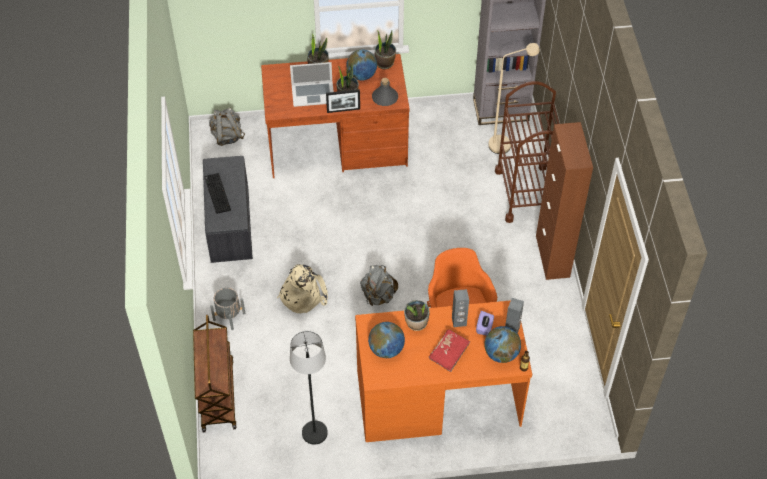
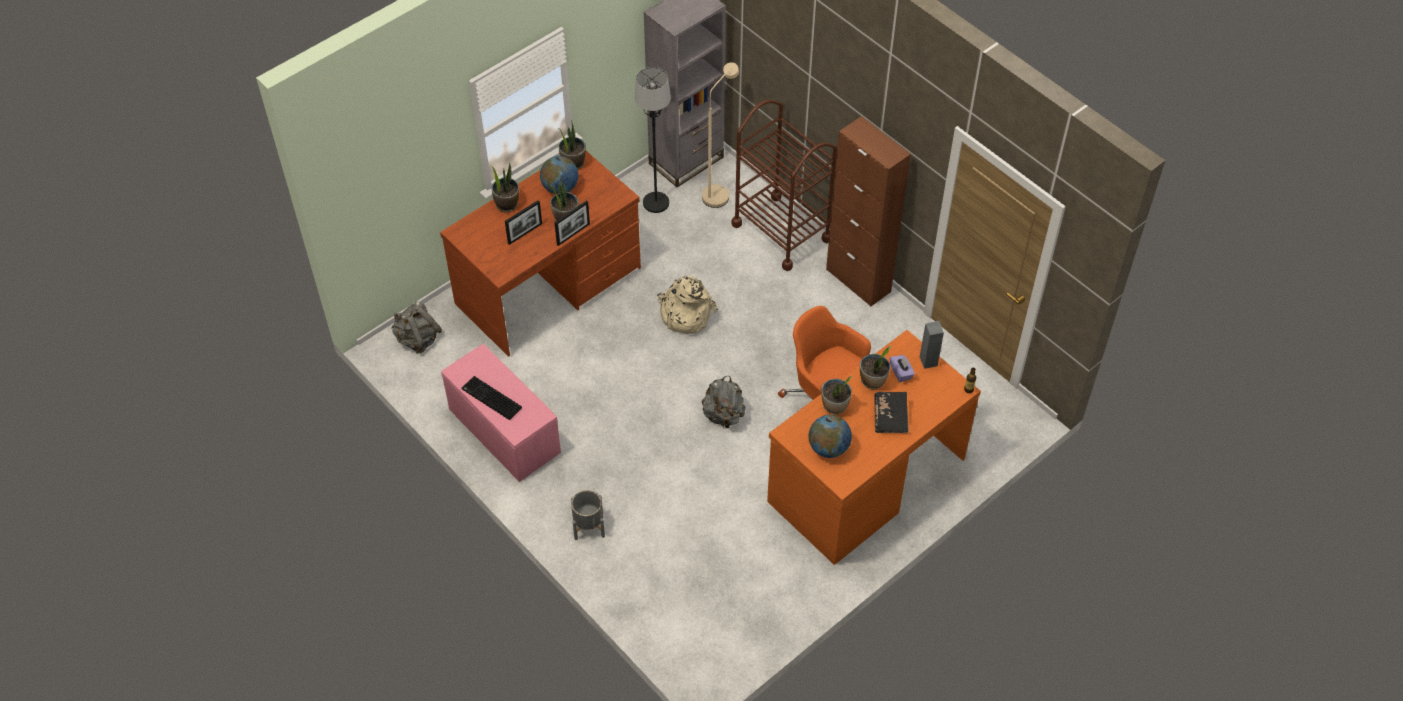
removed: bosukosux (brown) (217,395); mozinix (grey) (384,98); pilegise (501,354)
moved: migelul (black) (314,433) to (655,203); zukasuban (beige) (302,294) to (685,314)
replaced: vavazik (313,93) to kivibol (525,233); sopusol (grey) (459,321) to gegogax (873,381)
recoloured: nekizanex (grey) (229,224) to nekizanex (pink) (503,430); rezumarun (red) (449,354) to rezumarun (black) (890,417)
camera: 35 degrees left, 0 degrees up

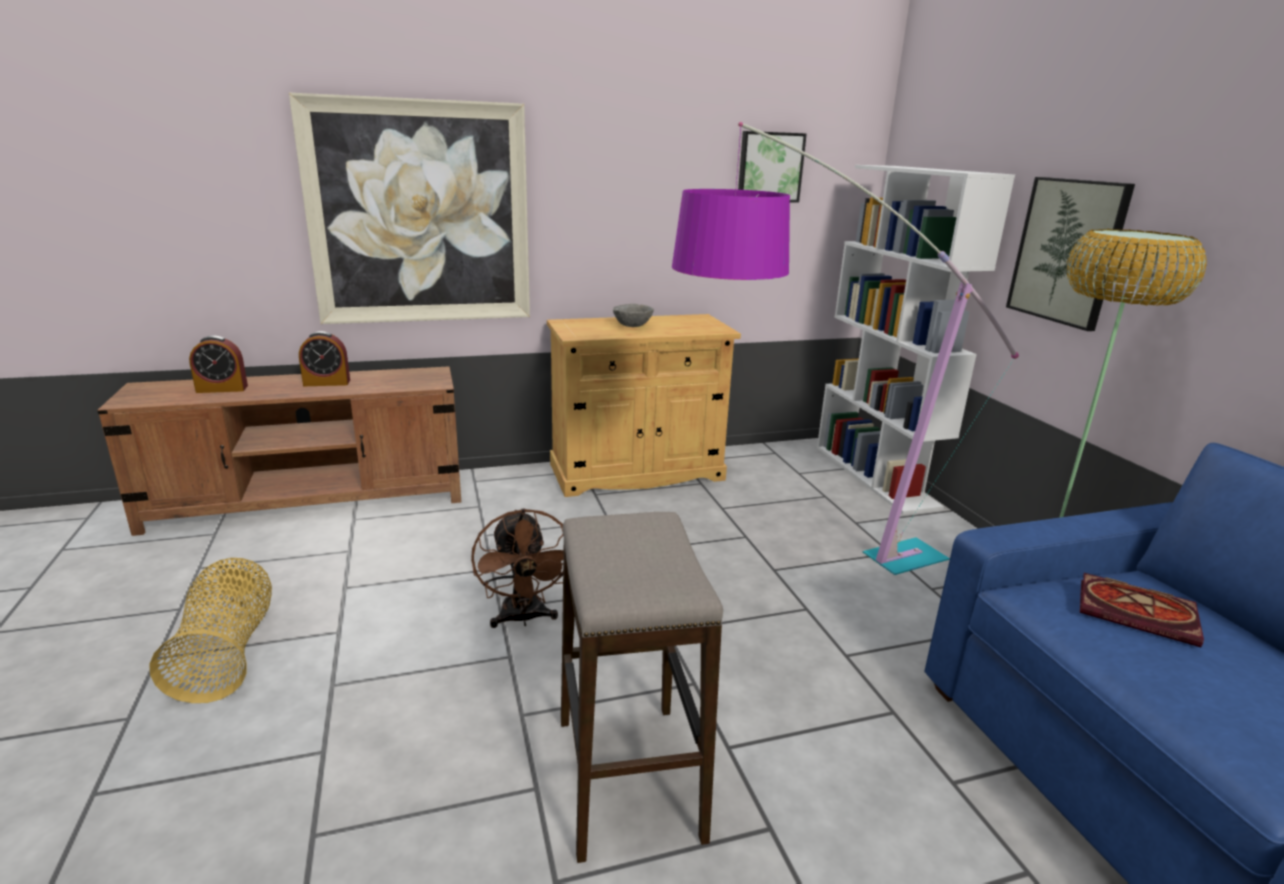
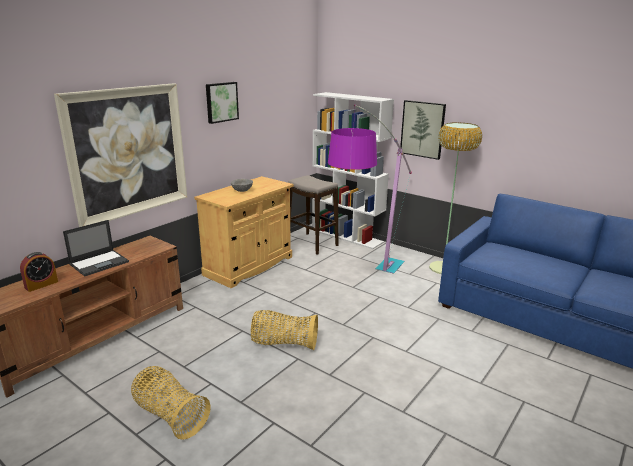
removed: rezumarun (1139,613)
moved: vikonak (769,167) to (221,102); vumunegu (628,777) to (312,244)
replaced: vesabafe (327,383) to vavazik (100,263); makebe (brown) (523,618) to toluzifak (283,343)
camera: 35 degrees left, 0 degrees up

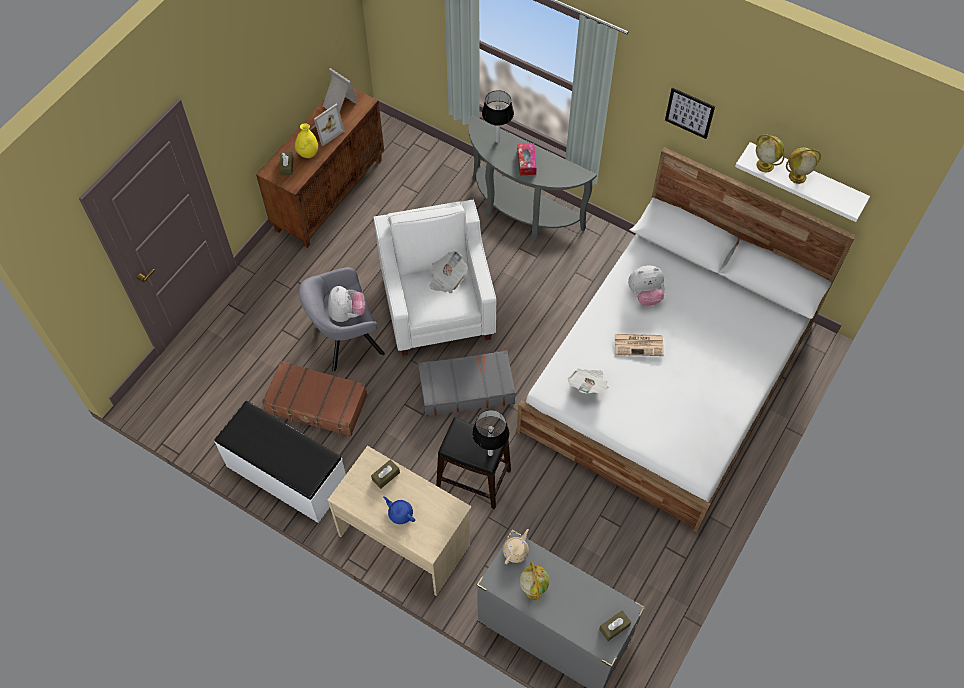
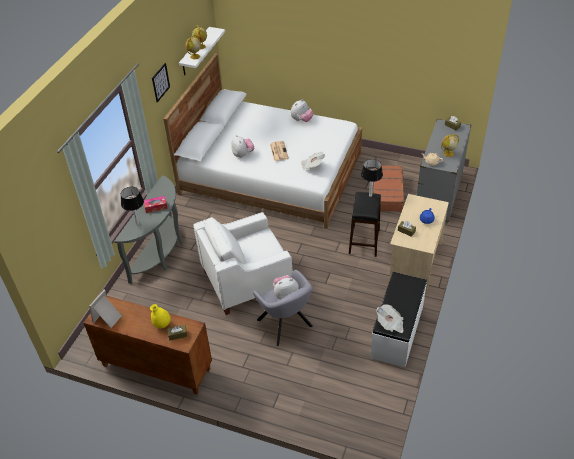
removed: kivibol (325,131); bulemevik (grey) (466,388)
added: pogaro (301,120)
moved: bulemevik (brown) (317,404) to (388,193); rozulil (447,278) to (390,324)
camera: 100 degrees left, 15 degrees down

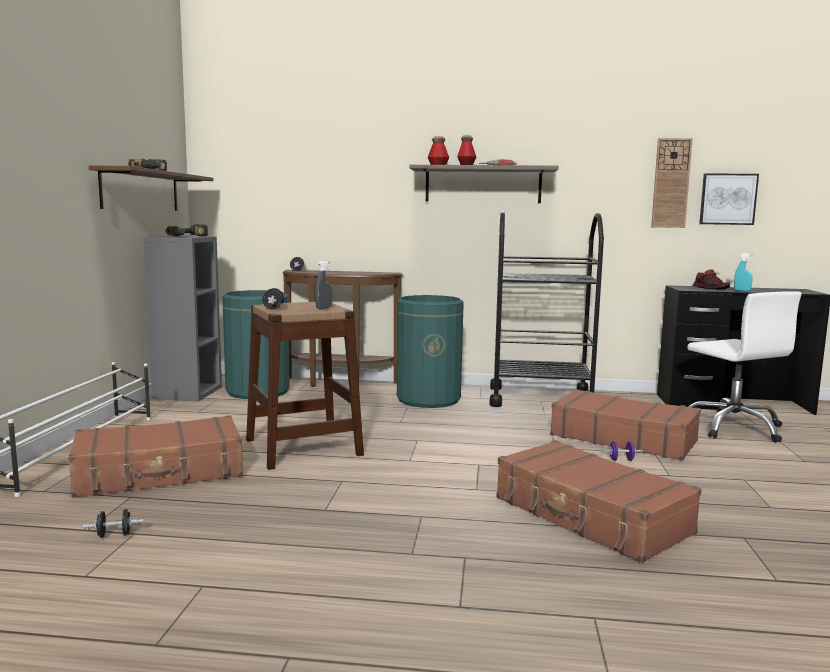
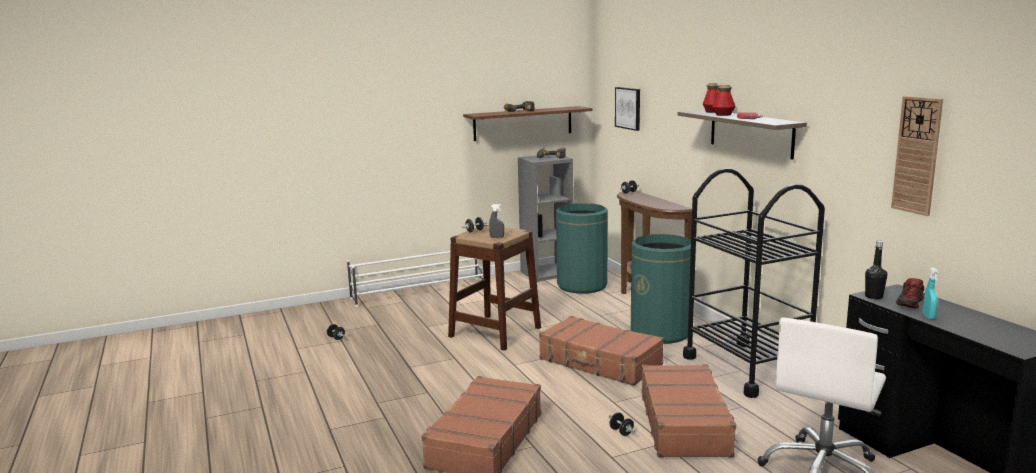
added: mozinix (black) (874,297)
moved: bulemevik (brown) (160,473) to (600,362); vikonak (728,199) to (628,108)
recoloured: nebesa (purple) (621,460) to nebesa (black) (621,432)
camera: 60 degrees right, 5 degrees up

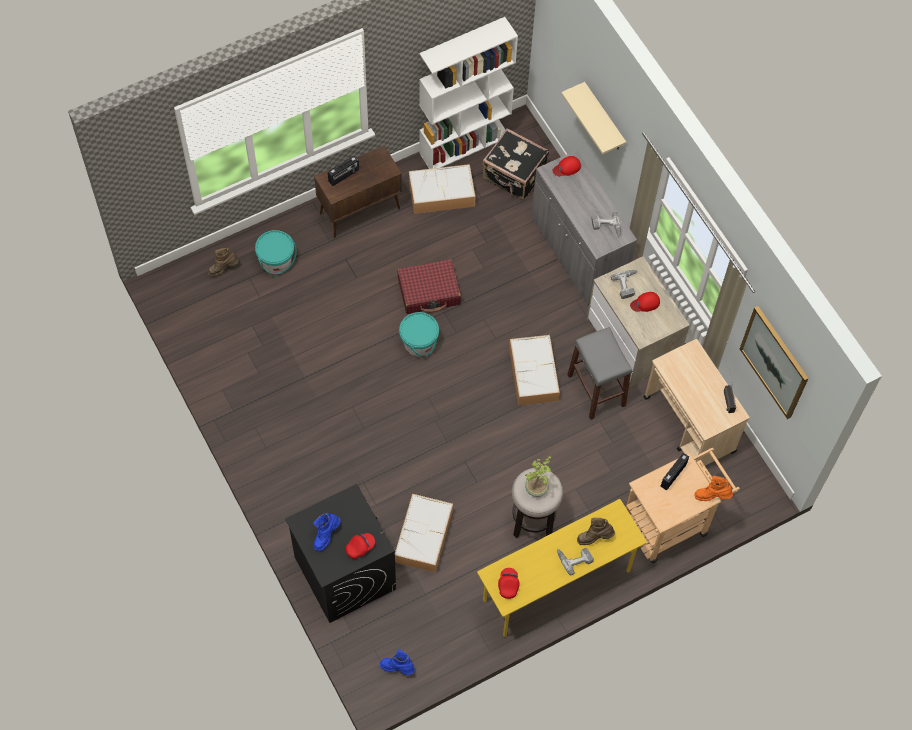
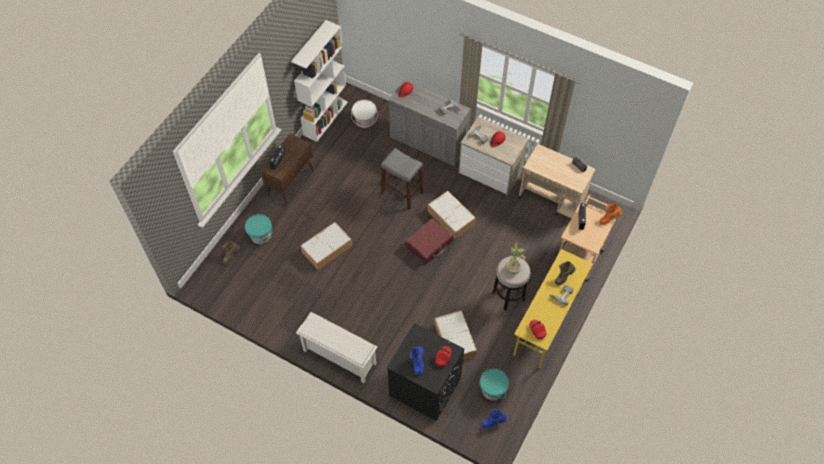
removed: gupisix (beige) (604,118); vikonak (774,362)
added: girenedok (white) (338,357)
moved: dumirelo (440,194) to (326,249); vumunegu (grey) (596,390) to (402,193); bulemevik (red) (429,291) to (429,244); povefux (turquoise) (419,343) to (492,390)
replaced: bulemevik (black) (514,175) to povefux (white) (364,120)
camera: 30 degrees left, 5 degrees down

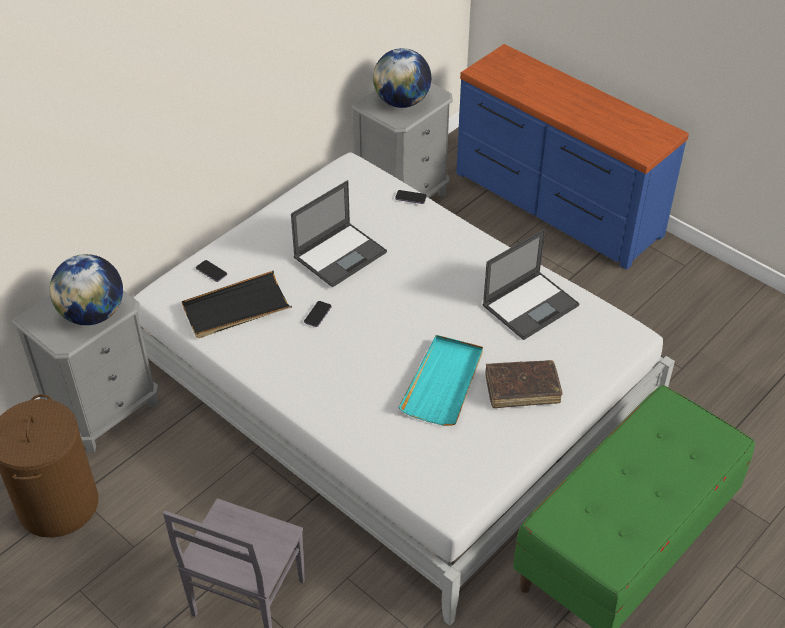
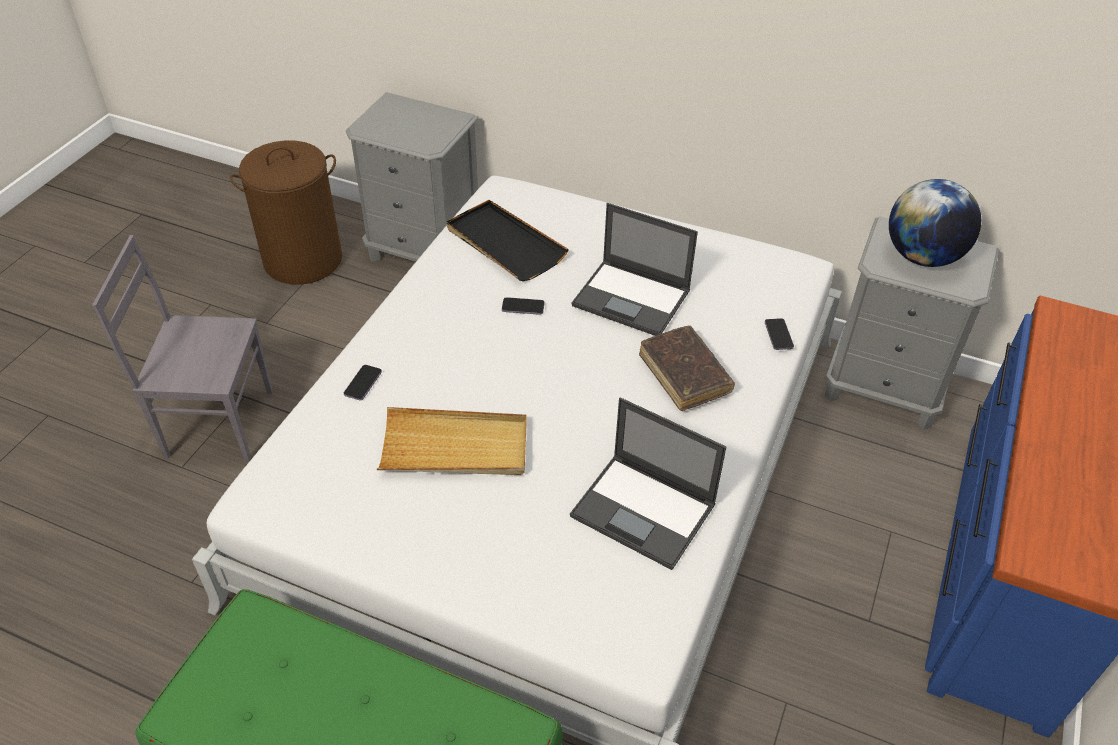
removed: pilegise (93,314)
moved: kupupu (211,272) to (363,383); rezumarun (brown) (522,389) to (684,374)
recoloured: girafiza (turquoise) (443,382) to girafiza (beige) (455,447)
camera: 70 degrees right, 0 degrees up

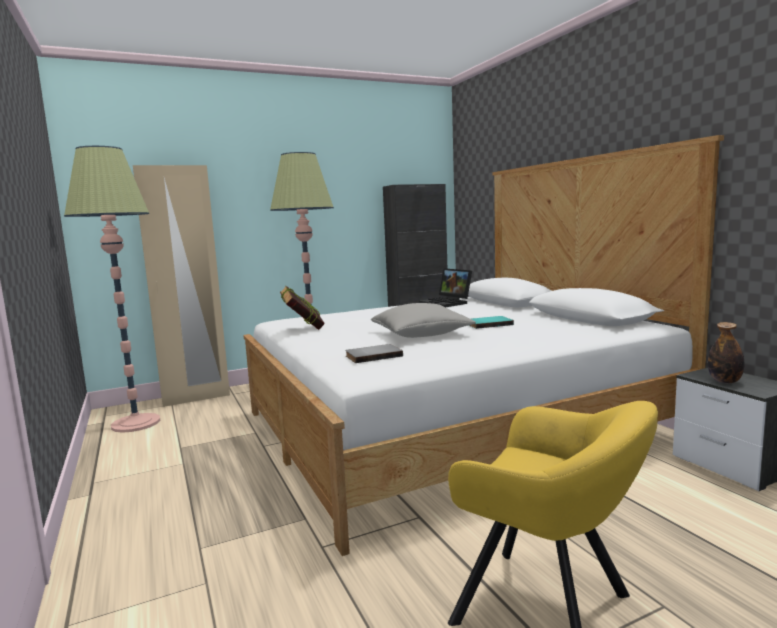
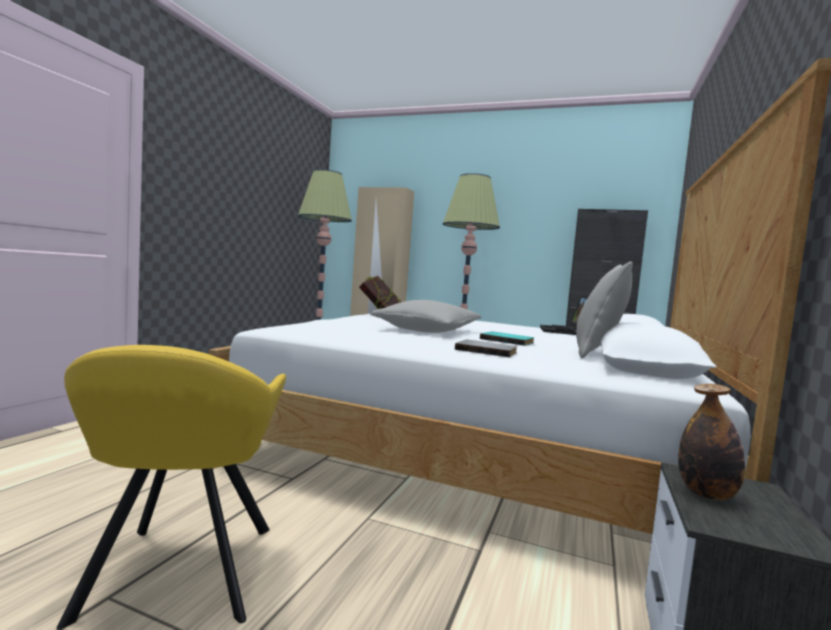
added: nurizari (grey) (597,353)
moved: rezumarun (grey) (373,355) to (486,351)
camera: 45 degrees right, 5 degrees down

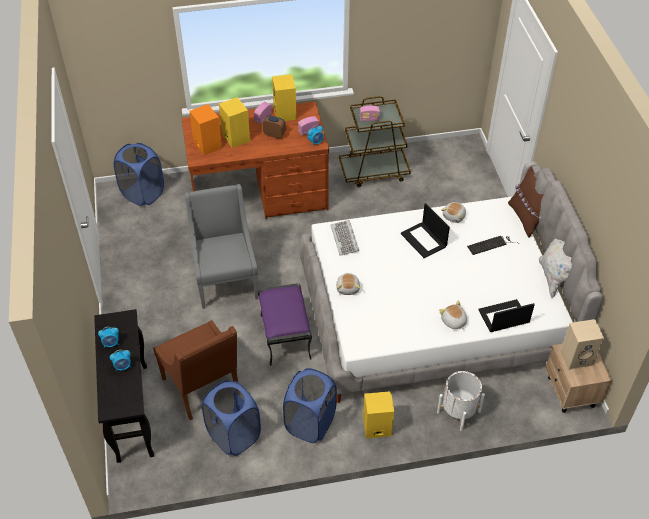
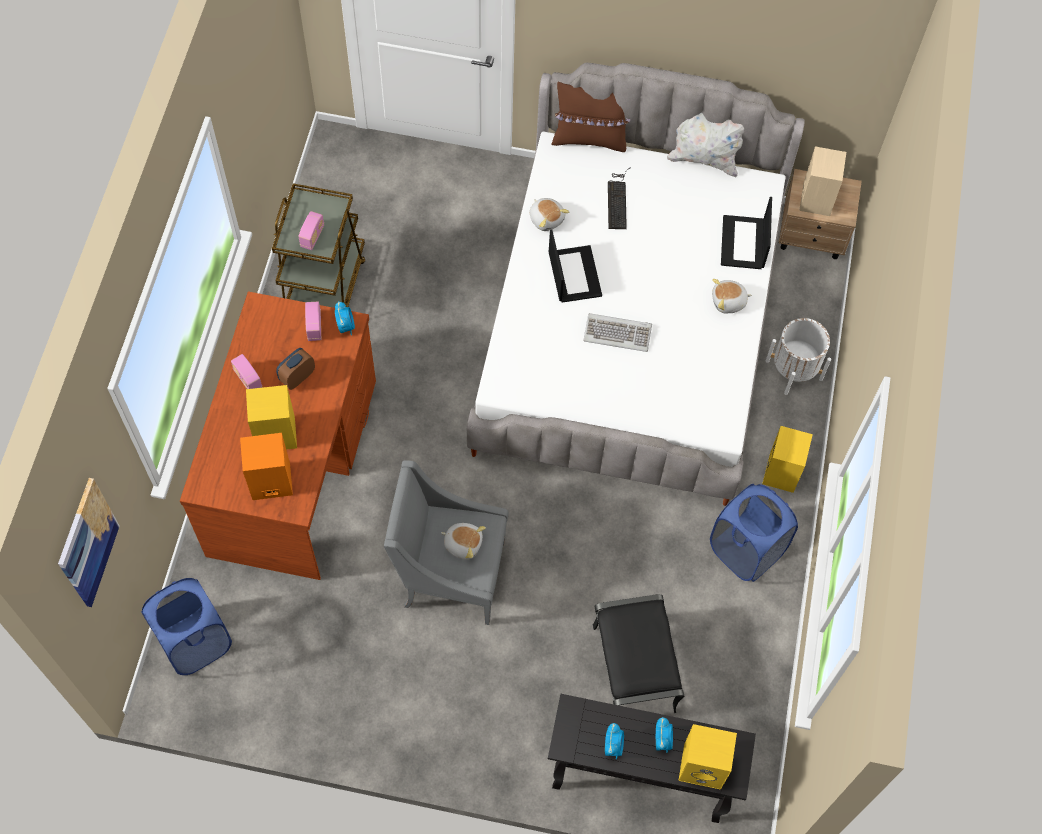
removed: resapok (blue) (233,435); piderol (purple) (286,336)
added: vikonak (87,543)
moved: pogaro (348,288) to (463,543); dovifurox (345,239) to (617,333); sopusol (yellow) (285,114) to (703,765)
replaced: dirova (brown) (203,388) to piderol (black) (635,668)
turned: vavazik (424,240) = (574,274) 90 degrees counterclockwise
camera: 70 degrees left, 15 degrees up

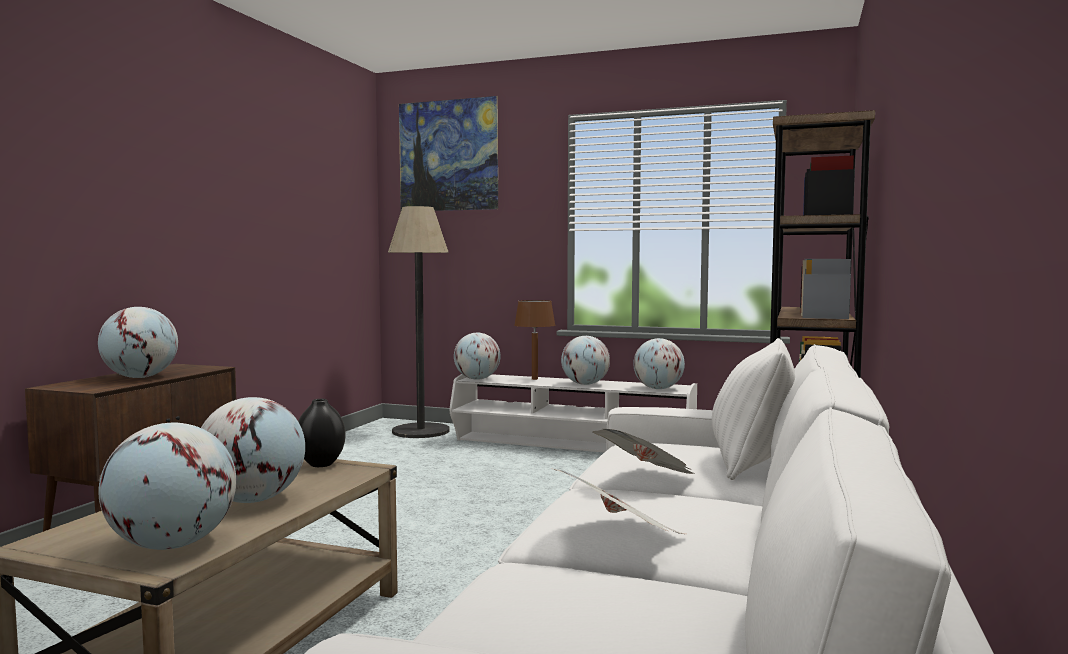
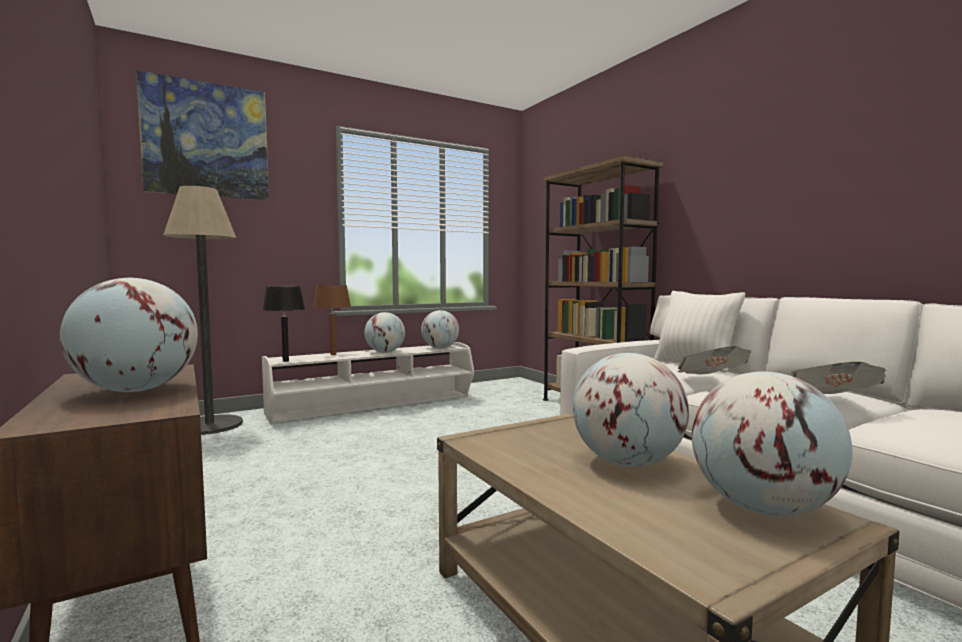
removed: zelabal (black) (321,464)
replaced: pilegise (477,379) to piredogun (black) (286,361)
camera: 50 degrees left, 0 degrees up

